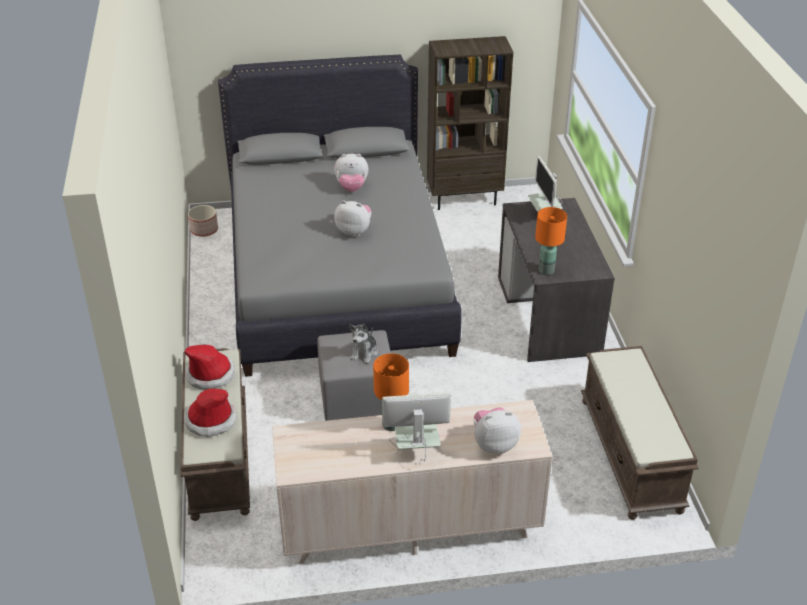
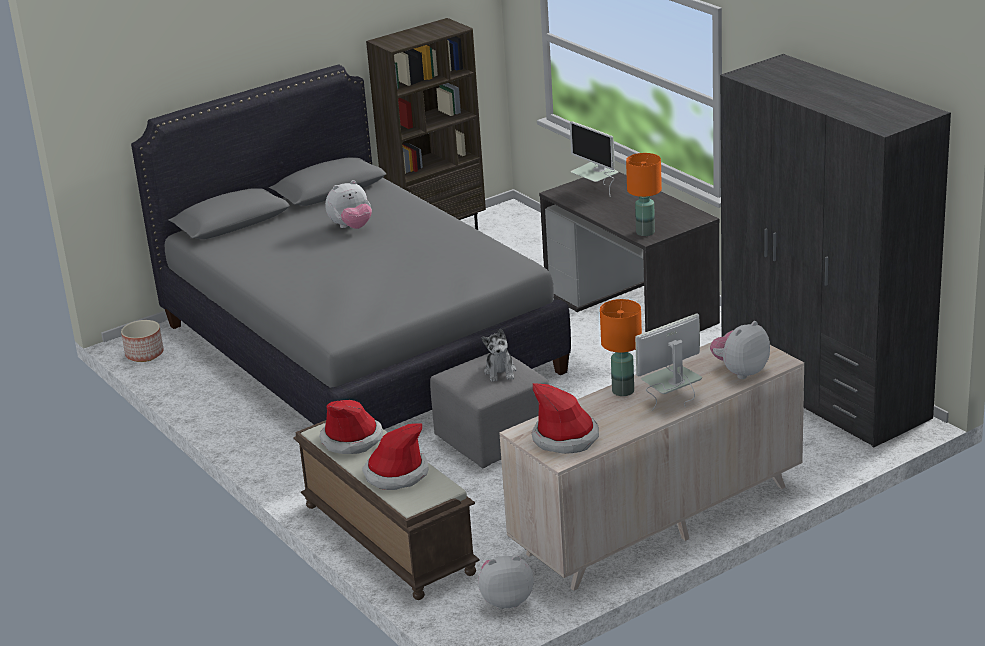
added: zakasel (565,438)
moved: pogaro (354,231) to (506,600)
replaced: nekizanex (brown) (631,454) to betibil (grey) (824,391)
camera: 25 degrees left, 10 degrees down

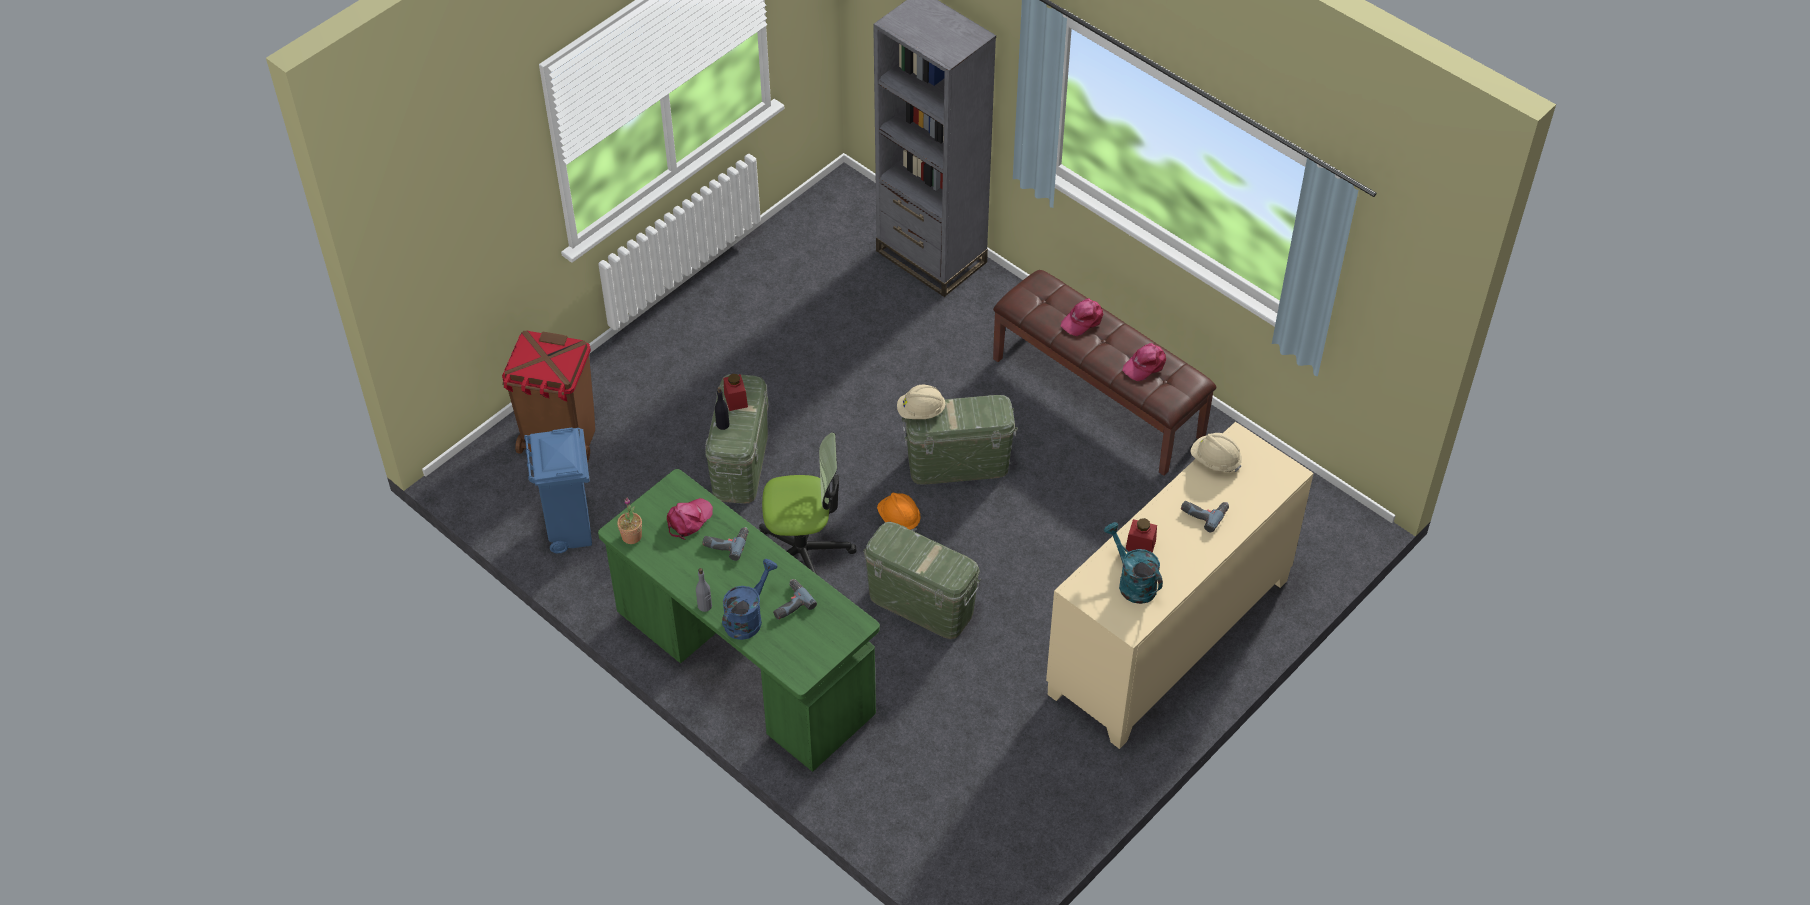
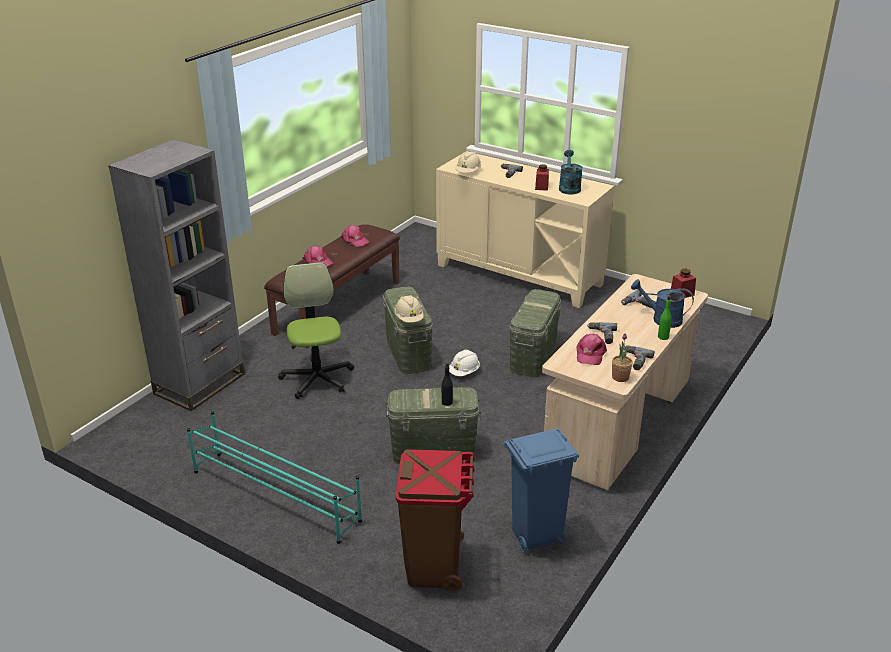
added: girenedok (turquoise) (275,495); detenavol (634,360)
moved: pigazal (804,553) to (317,379); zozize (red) (736,400) to (682,294)
recoloured: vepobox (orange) (899,519) to vepobox (white) (464,372); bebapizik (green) (744,664) to bebapizik (beige) (619,423); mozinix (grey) (705,606) to mozinix (green) (663,337)
turned: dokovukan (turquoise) (1132,582) = (569,187) 135 degrees clockwise; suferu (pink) (689,520) = (590,354) 105 degrees counterclockwise
camera: 100 degrees left, 20 degrees down

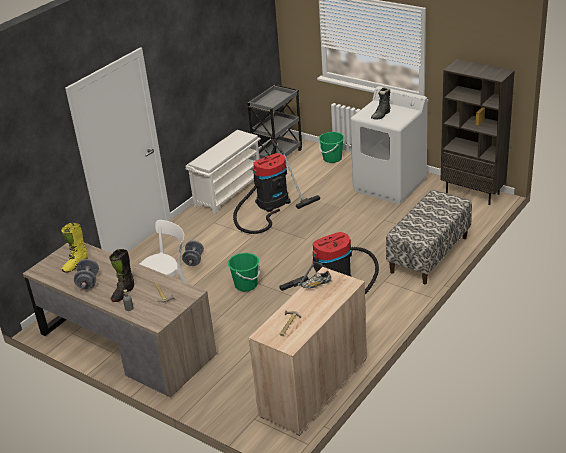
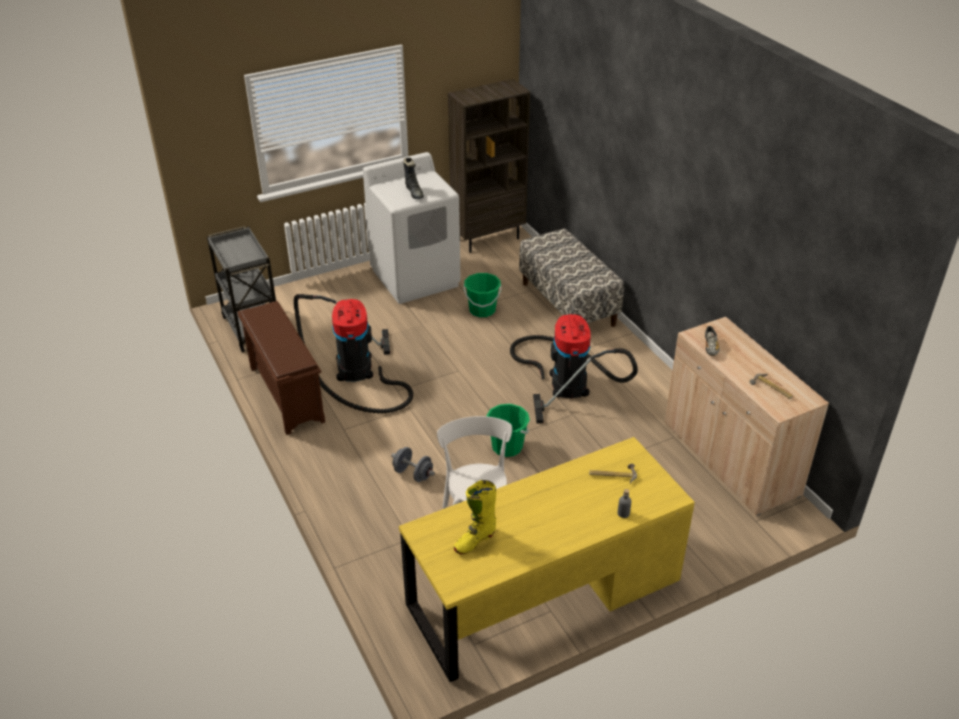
removed: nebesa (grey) (88,282); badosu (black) (123,293)
moved: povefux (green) (332,158) to (482,310)
recoloured: girenedok (white) (228,191) to girenedok (brown) (285,393); bebapizik (brown) (126,344) to bebapizik (yellow) (543,592)
turned: badosu (yellow) (75,265) = (475,540) 75 degrees clockwise
camera: 65 degrees left, 5 degrees up

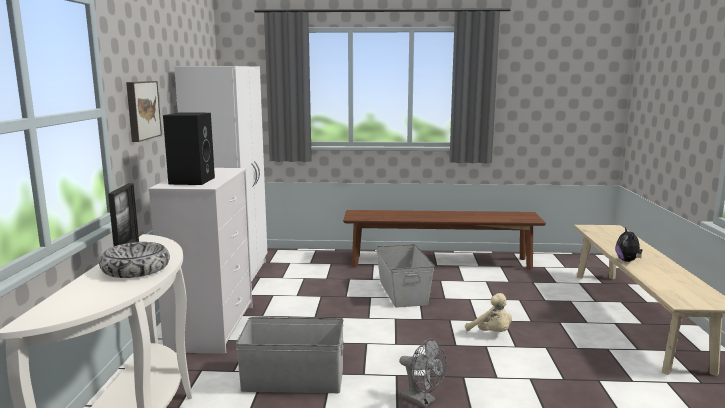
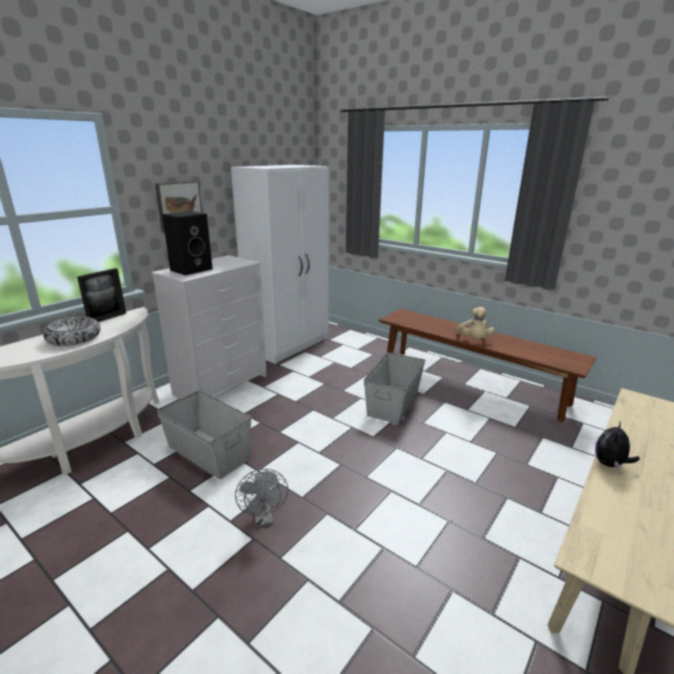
moved: pogaro (beige) (491,333) to (474,339)
camera: 35 degrees right, 10 degrees up

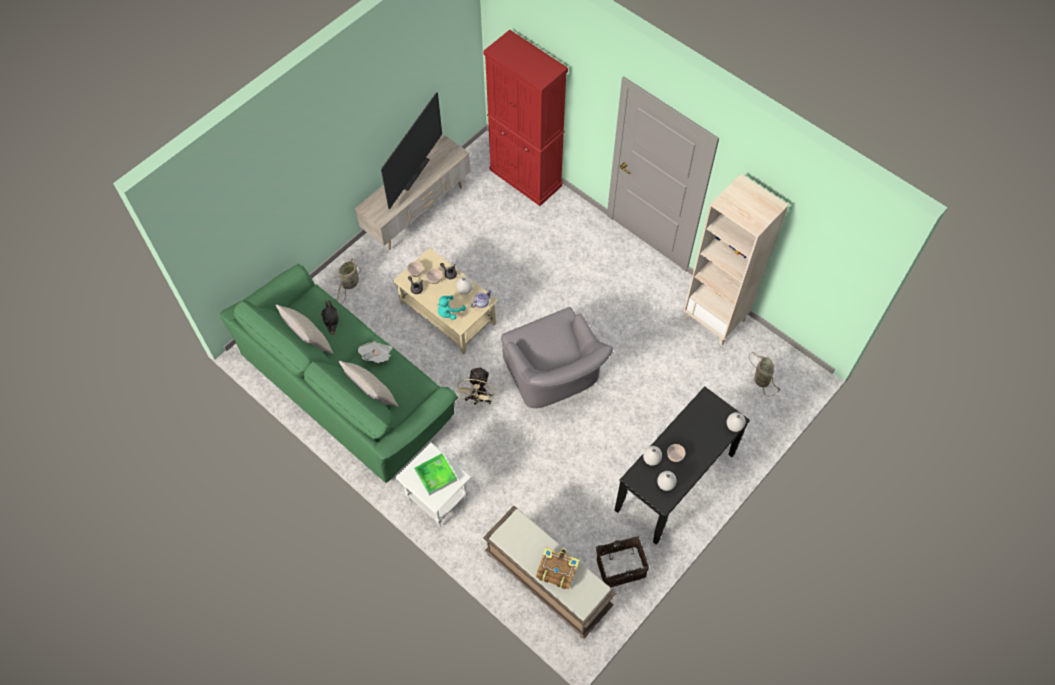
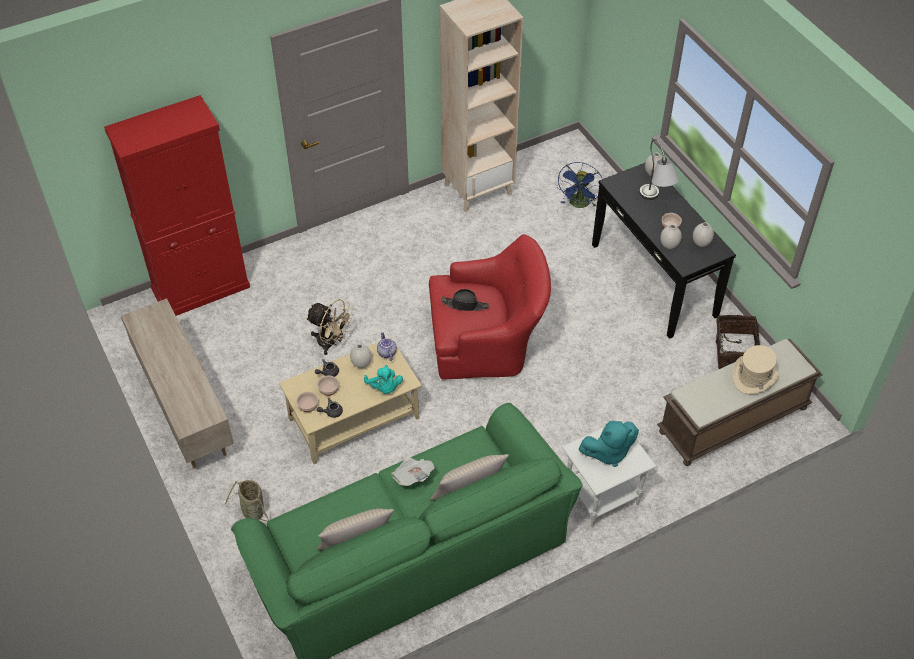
removed: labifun (415,173); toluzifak (761,378)
added: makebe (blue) (579,204); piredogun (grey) (655,202)
moved: makebe (beige) (478,399) to (331,343); zakasel (black) (331,319) to (465,305)
replaced: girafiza (435,475) to pogaro (turquoise) (608,452); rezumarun (556,569) to zakasel (beige) (754,376)
recoloured: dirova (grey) (554,377) to dirova (red) (487,341)
camera: 70 degrees left, 10 degrees down

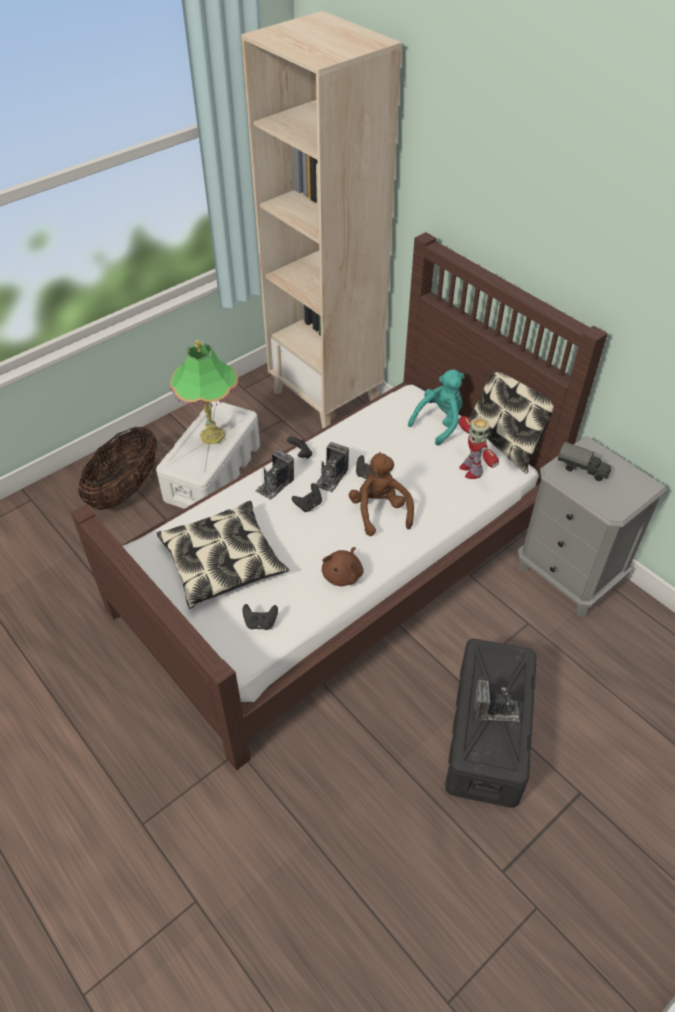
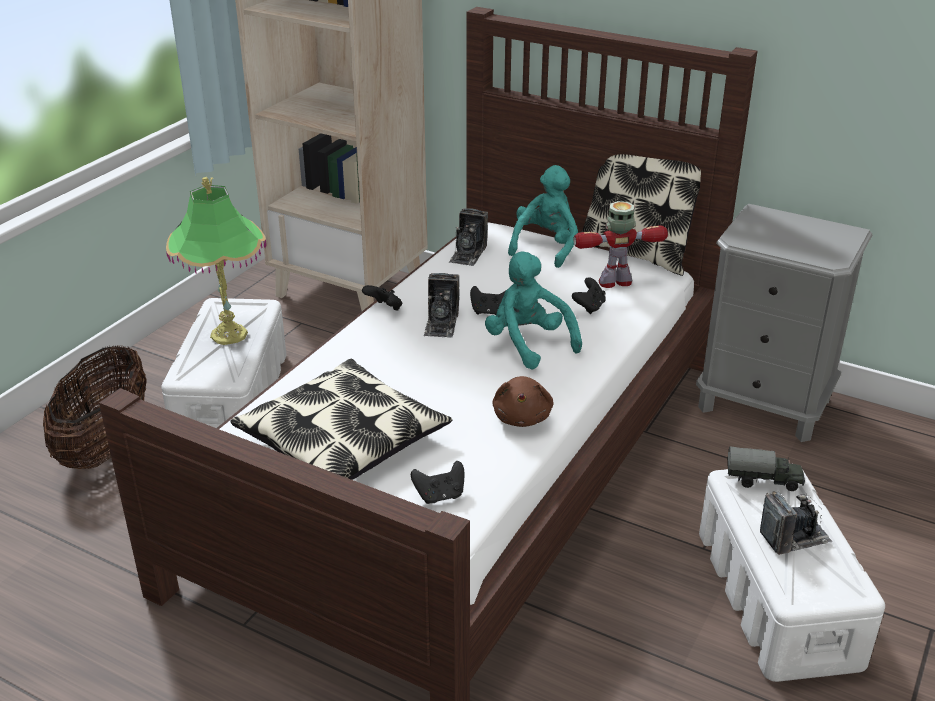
moved: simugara (275,485) to (468,254); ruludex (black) (308,505) to (589,307); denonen (582,469) to (763,481)
recoloured: pogaro (brown) (379,511) to pogaro (turquoise) (528,344); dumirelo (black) (487,733) to dumirelo (white) (776,596)
turned: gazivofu (471,469) = (615,282) 120 degrees clockwise
camera: 20 degrees left, 15 degrees down

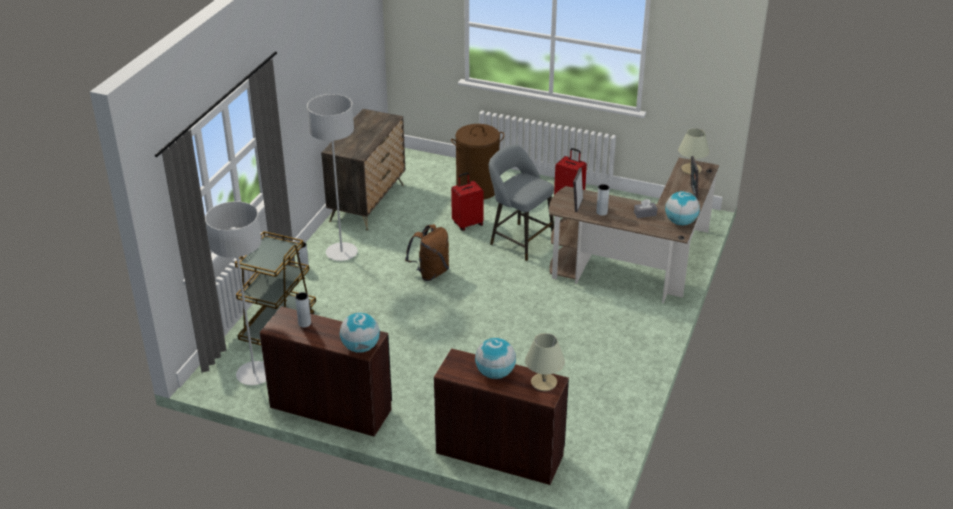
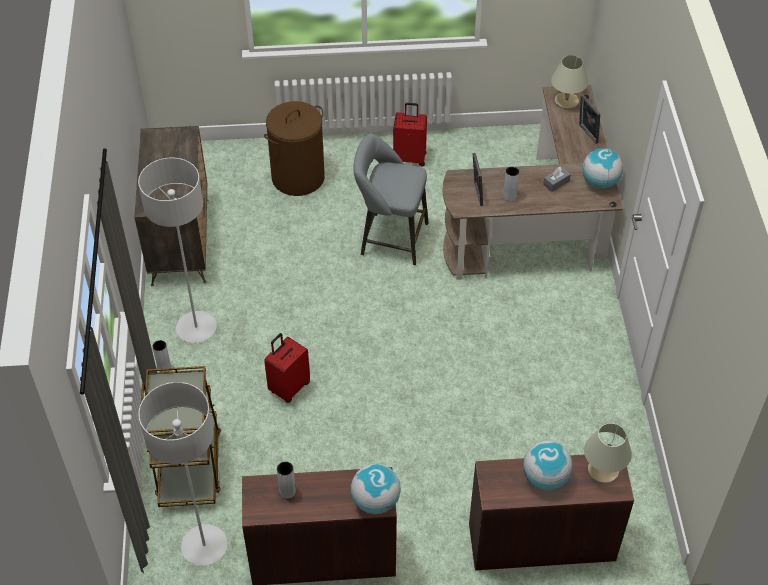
removed: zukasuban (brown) (430,273)
moved: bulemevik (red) (467,224) to (289,387)
camera: 25 degrees left, 15 degrees up

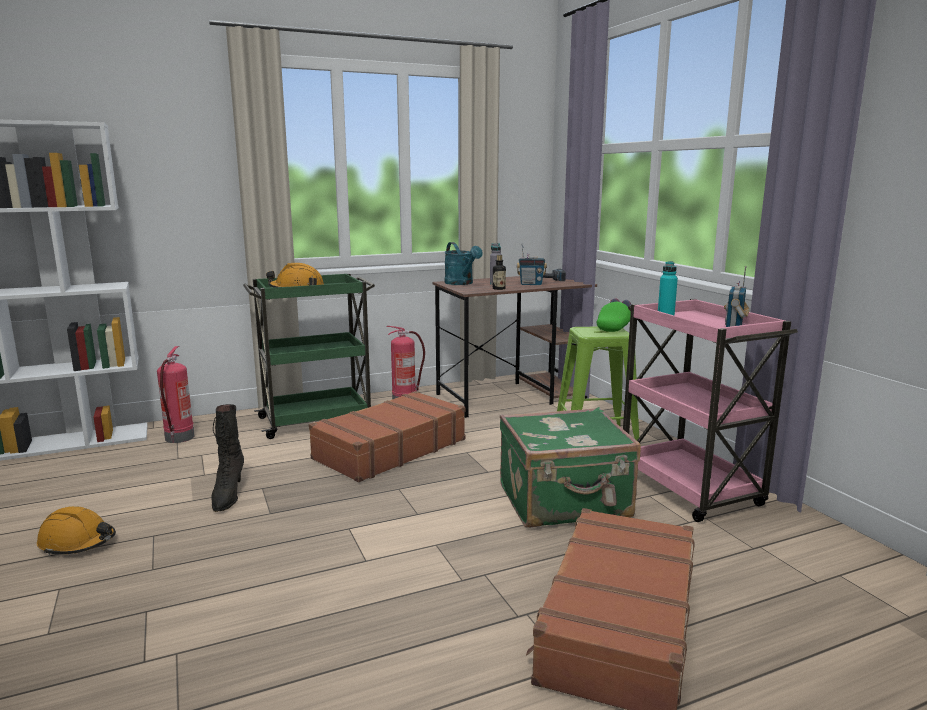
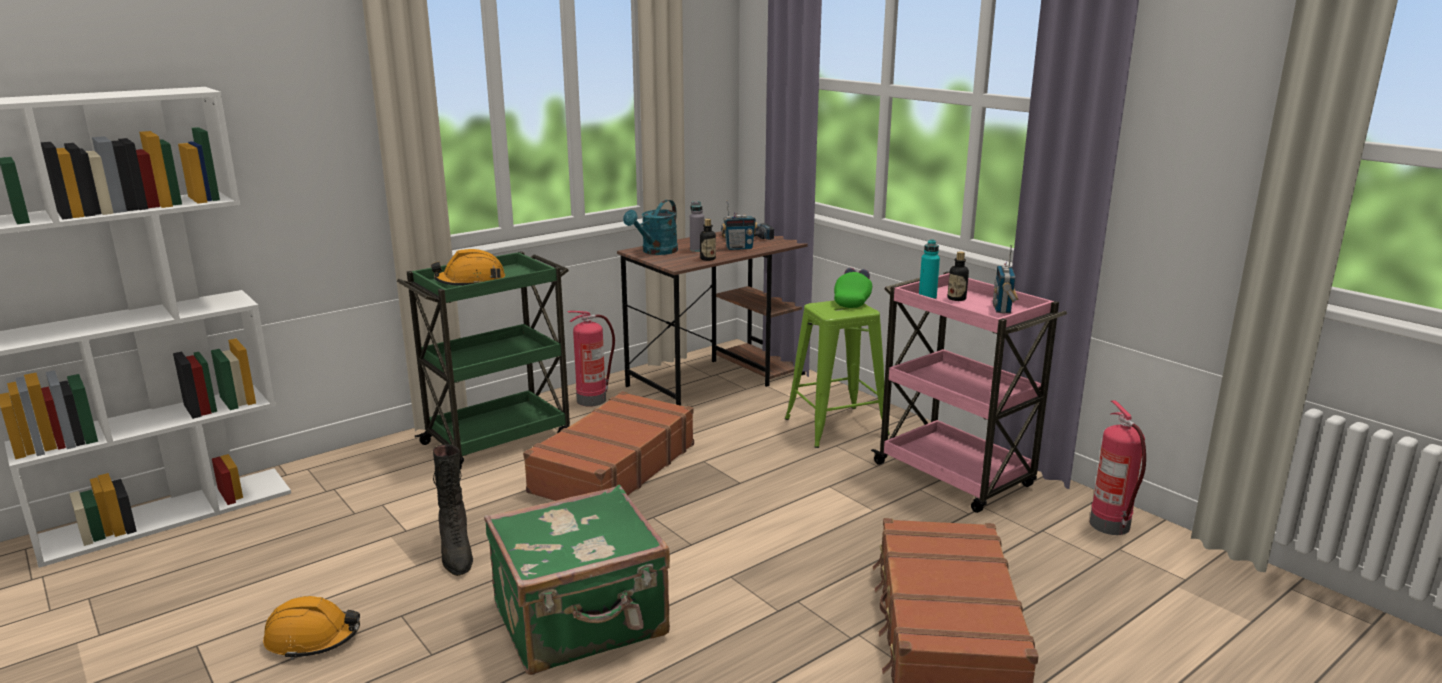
added: mozinix (956,298)
moved: bulemevik (green) (565,502) to (582,622); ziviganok (179,438) to (1111,526)
turned: dokovukan (turquoise) (461,283) = (656,252) 75 degrees clockwise
camera: 15 degrees left, 5 degrees up

